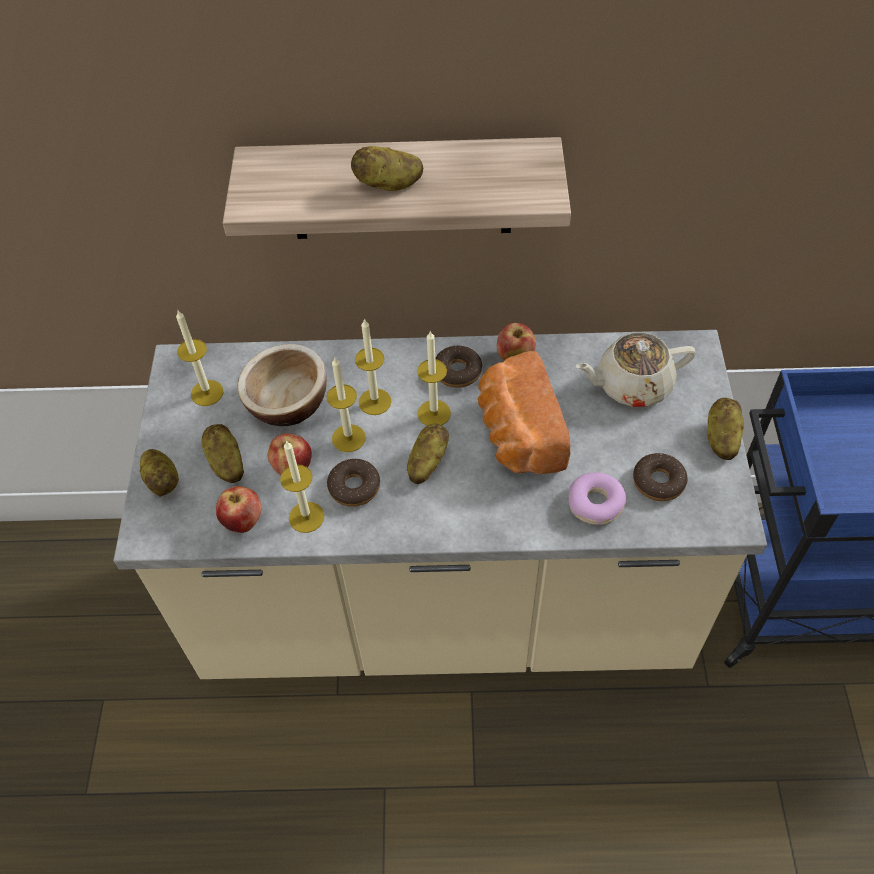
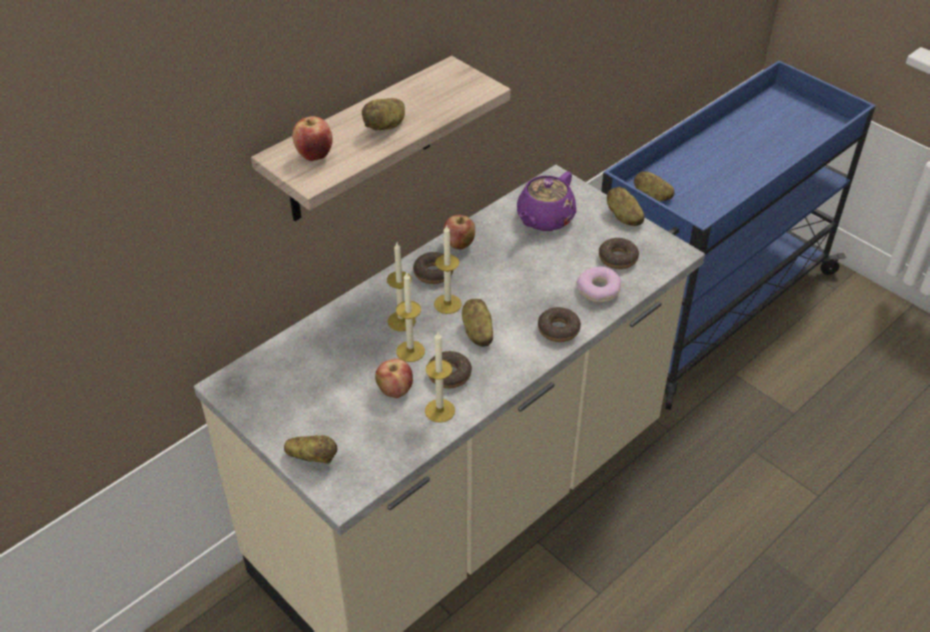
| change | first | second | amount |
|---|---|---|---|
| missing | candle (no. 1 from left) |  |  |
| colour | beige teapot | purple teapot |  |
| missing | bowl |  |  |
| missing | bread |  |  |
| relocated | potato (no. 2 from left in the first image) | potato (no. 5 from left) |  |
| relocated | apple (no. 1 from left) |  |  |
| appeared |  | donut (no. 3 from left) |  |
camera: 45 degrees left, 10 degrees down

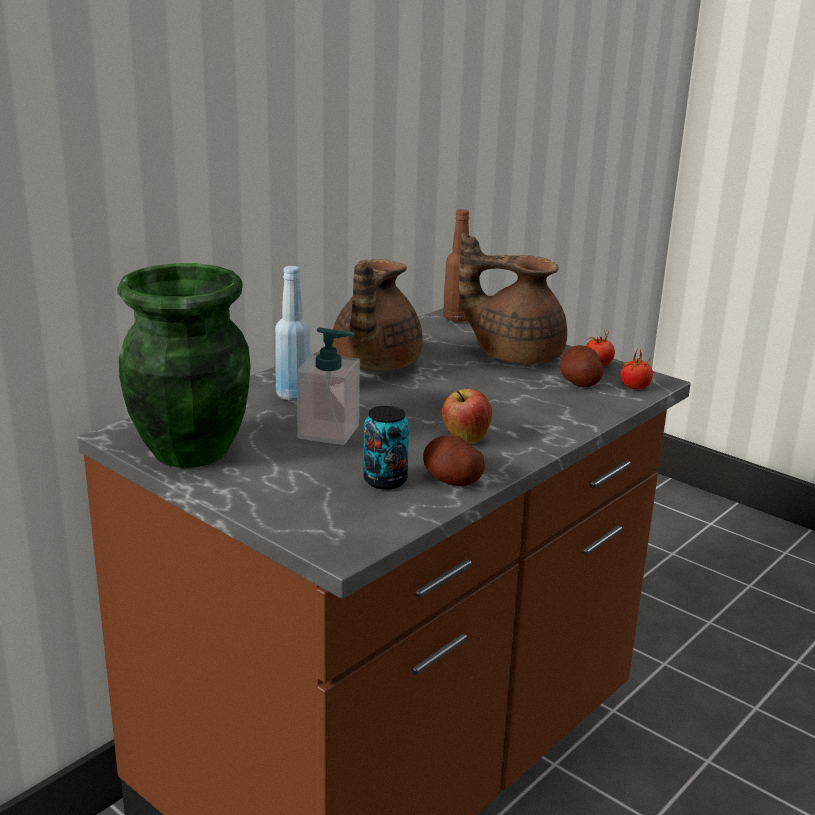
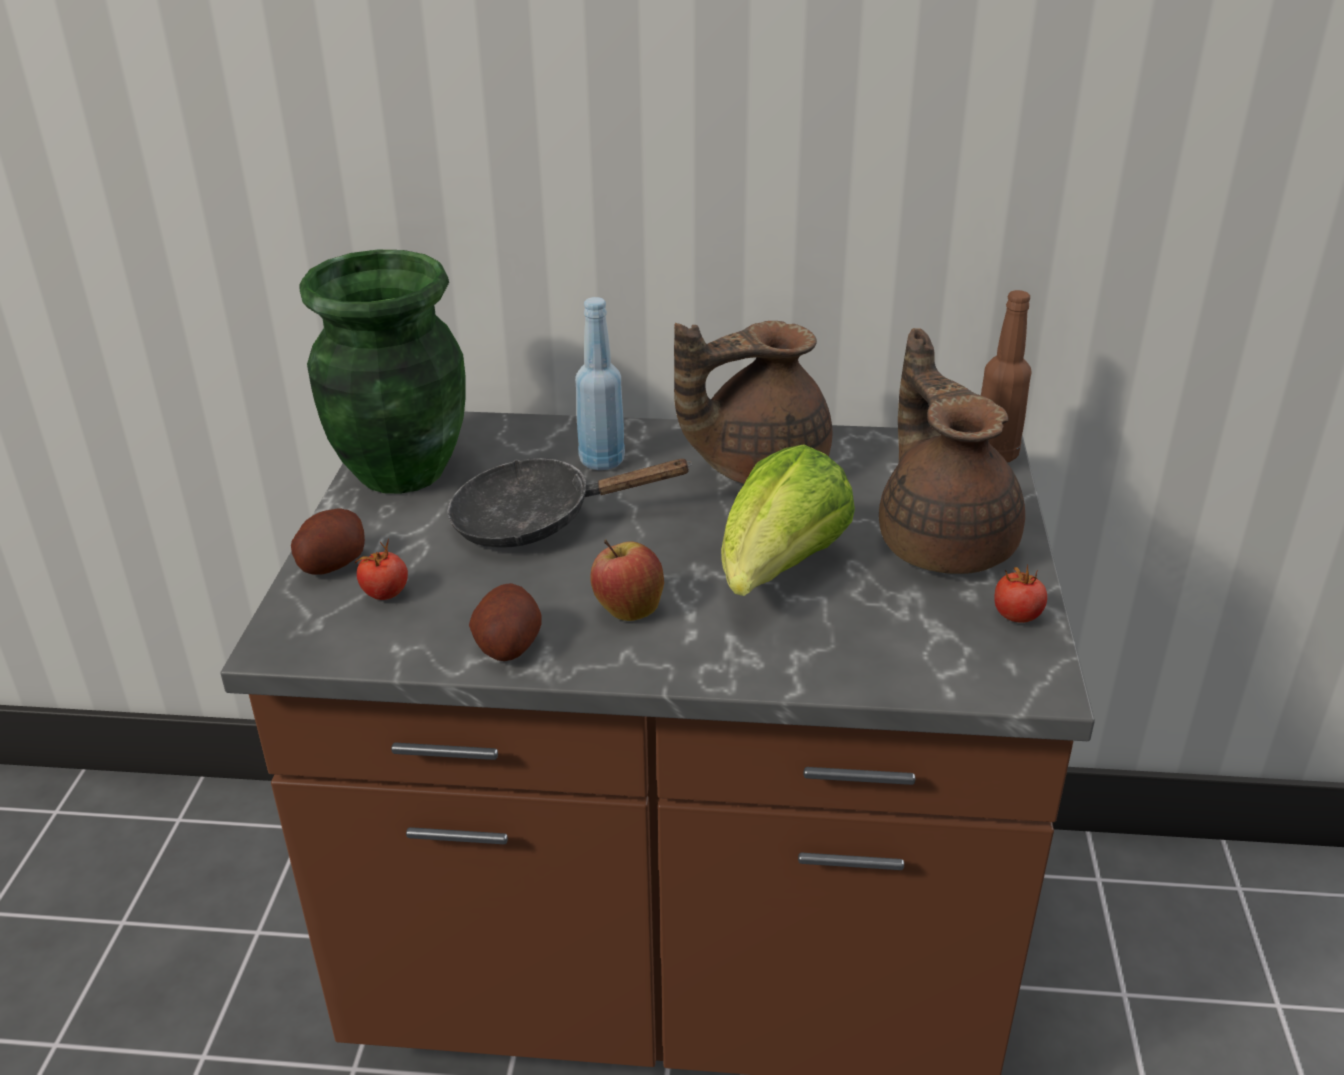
| change | first | second | amount |
|---|---|---|---|
| exchanged | soap dispenser | black frying pan |  |
| relocated | potato (no. 2 from left in the first image) | potato (no. 1 from left) |  |
| relocated | tomato (no. 2 from left in the first image) | tomato (no. 1 from left) |  |
| missing | can |  |  |
| appeared |  | lettuce |  |
camera: 55 degrees right, 10 degrees up

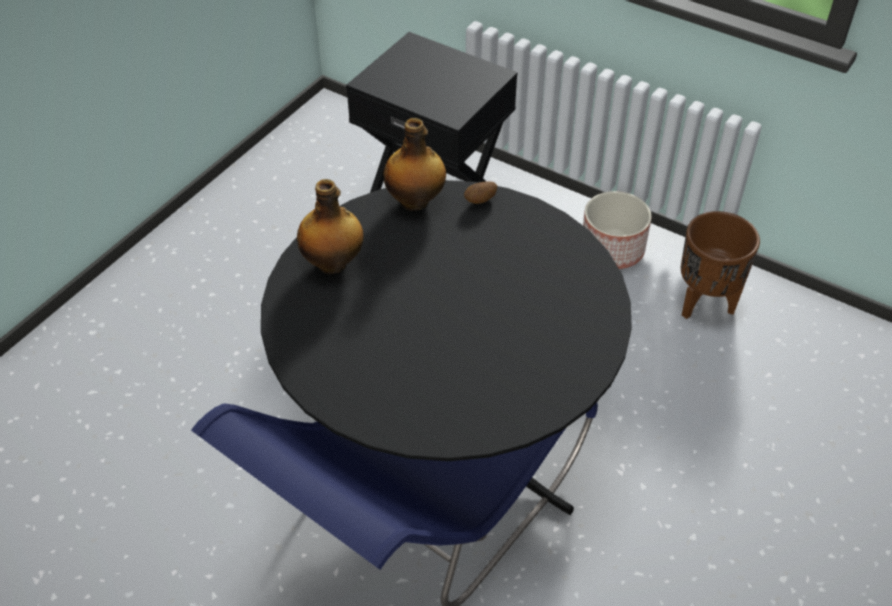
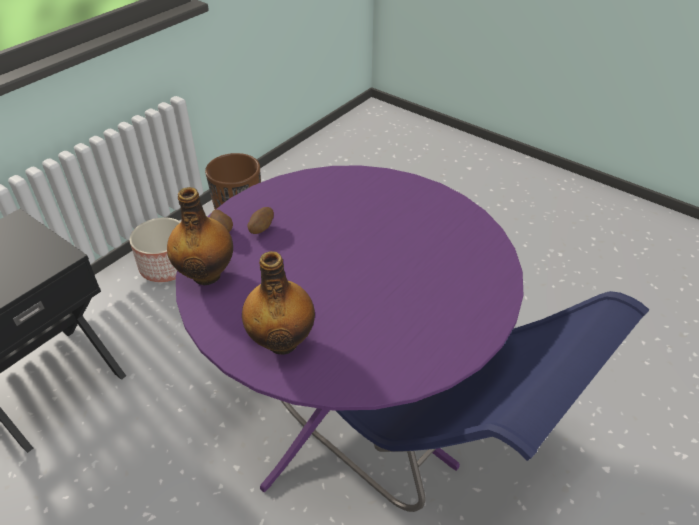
| change | first | second | amount |
|---|---|---|---|
| colour | black dining table | purple dining table |  |
| appeared |  | potato (no. 2 from left) |  |
camera: 85 degrees left, 5 degrees down

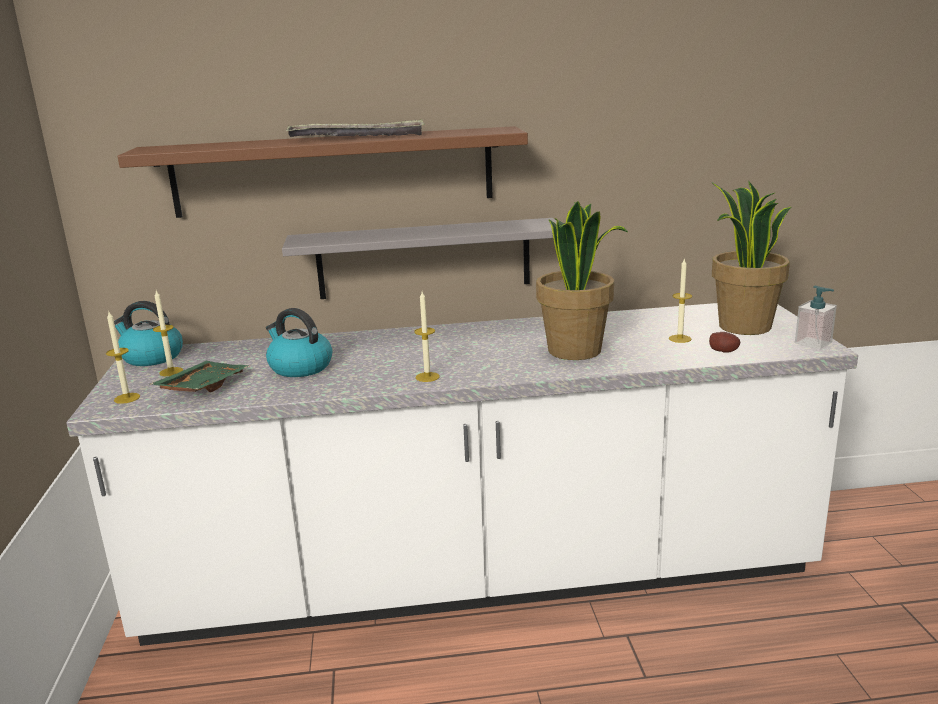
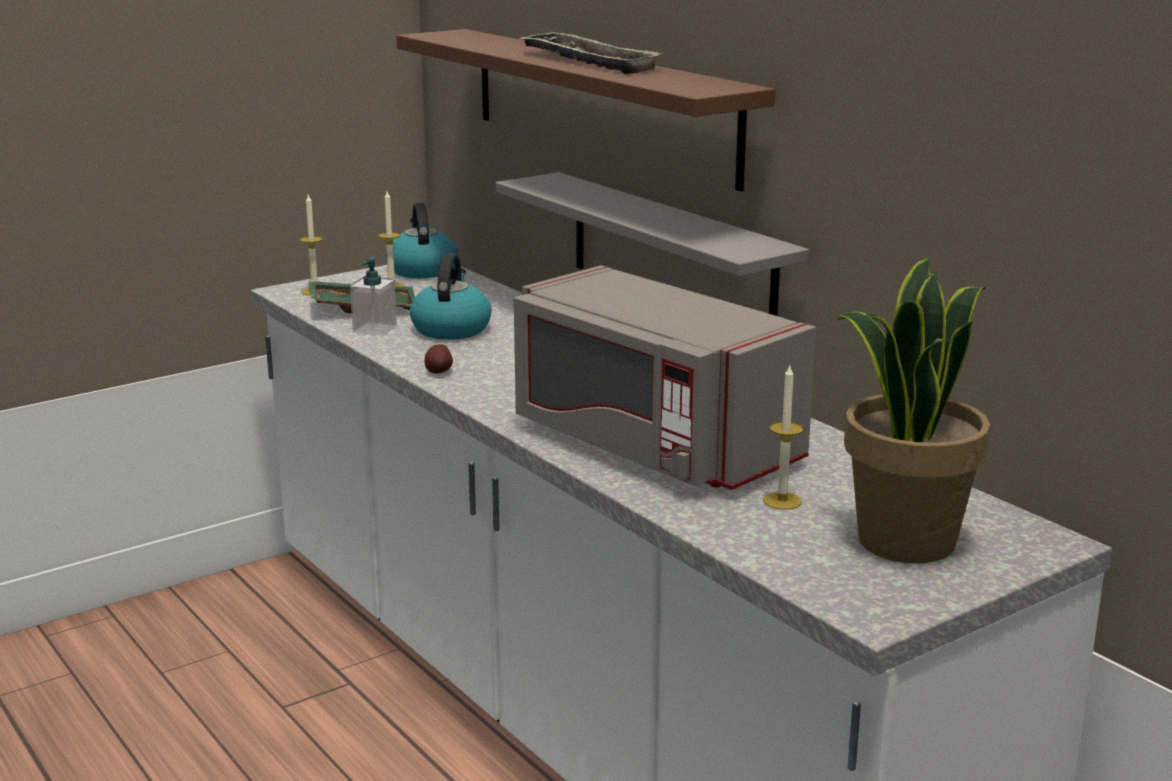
| change | first | second | amount |
|---|---|---|---|
| exchanged | potted plant (no. 1 from left) | grey microwave |  |
| relocated | soap dispenser |  |  |
| missing | candle (no. 3 from left) |  |  |
| relocated | potato |  |  |
camera: 60 degrees right, 0 degrees up

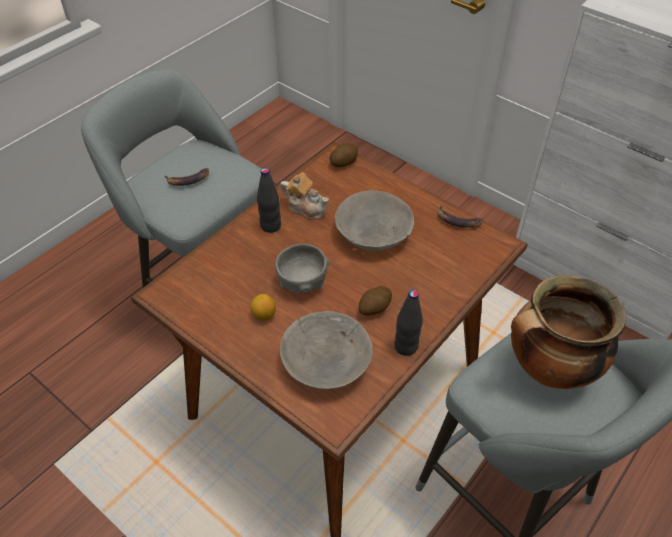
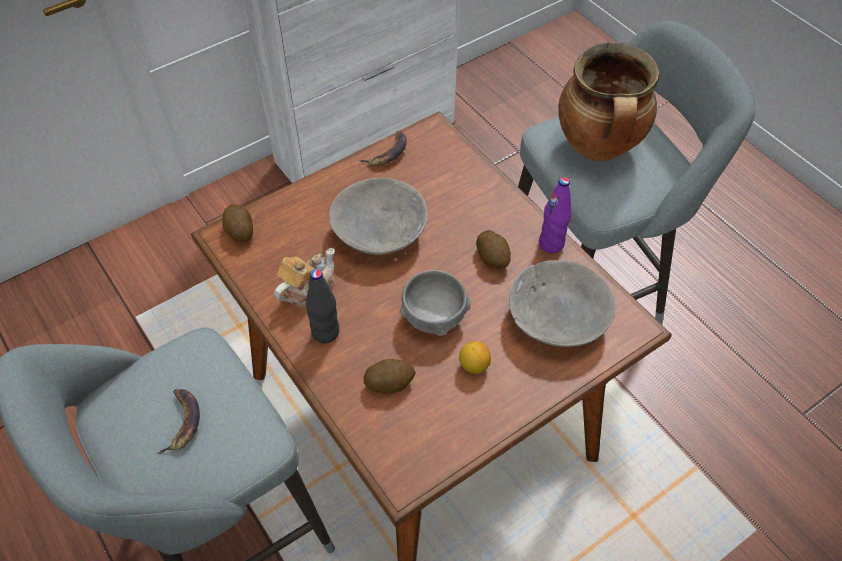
| change | first | second | amount |
|---|---|---|---|
| colour | black bottle (no. 2 from left) | purple bottle |  |
| appeared |  | potato (no. 2 from left) |  |
camera: 75 degrees left, 5 degrees up

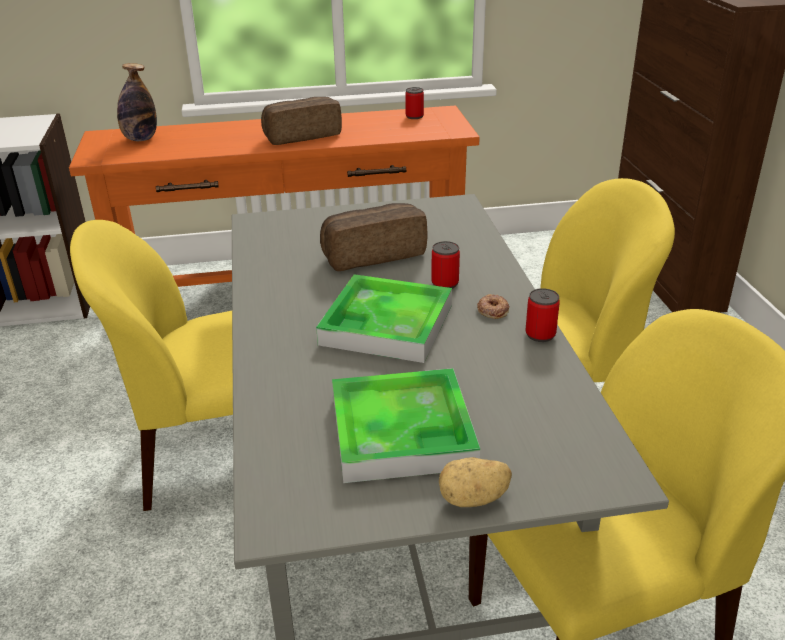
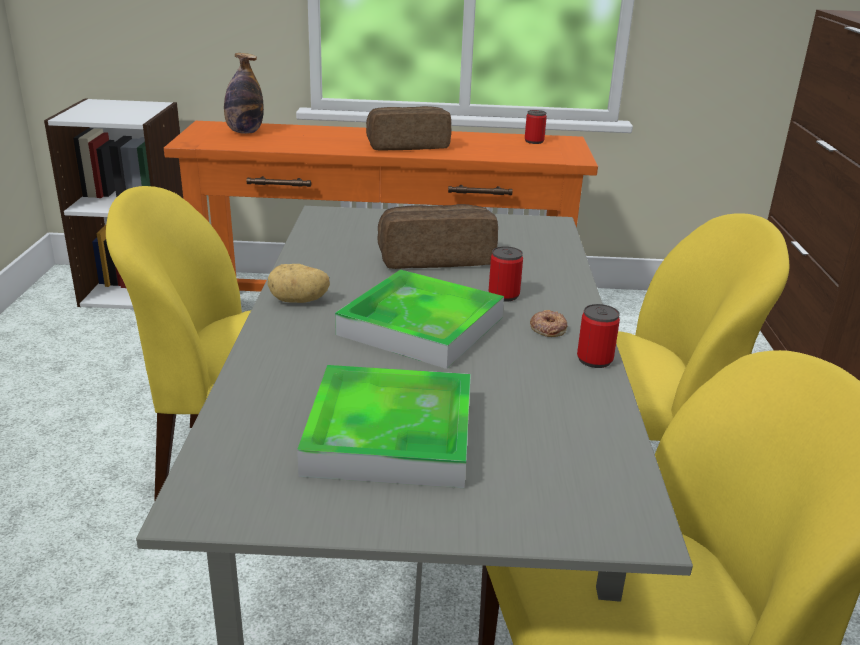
| change | first | second | amount |
|---|---|---|---|
| relocated | potato |  |  |
camera: 10 degrees right, 5 degrees down

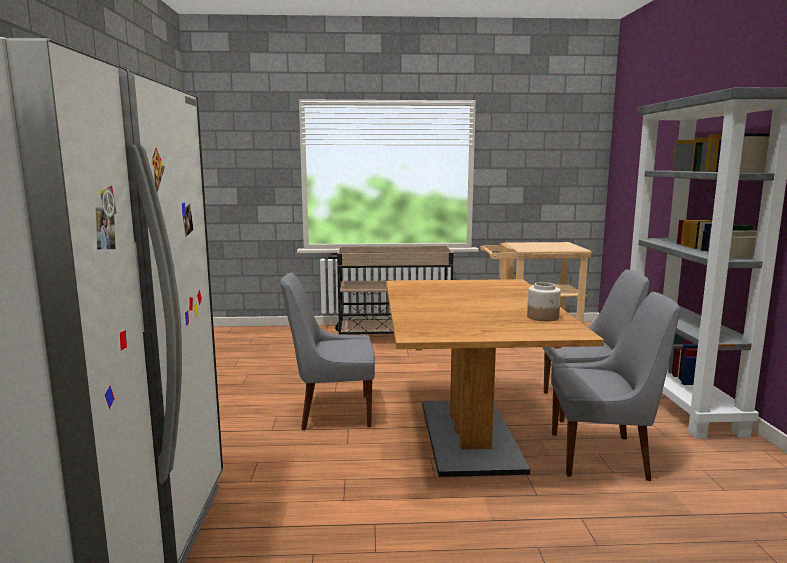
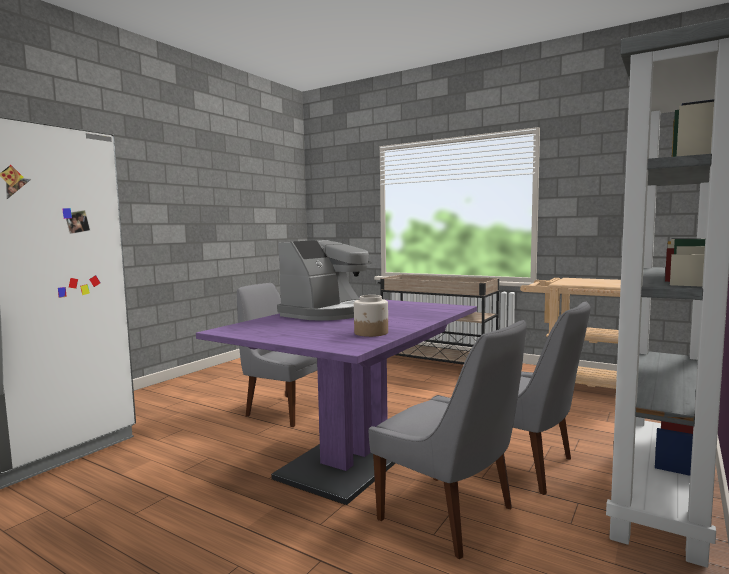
| change | first | second | amount |
|---|---|---|---|
| colour | brown dining table | purple dining table |  |
| appeared |  | coffee machine |  |
camera: 35 degrees right, 5 degrees down

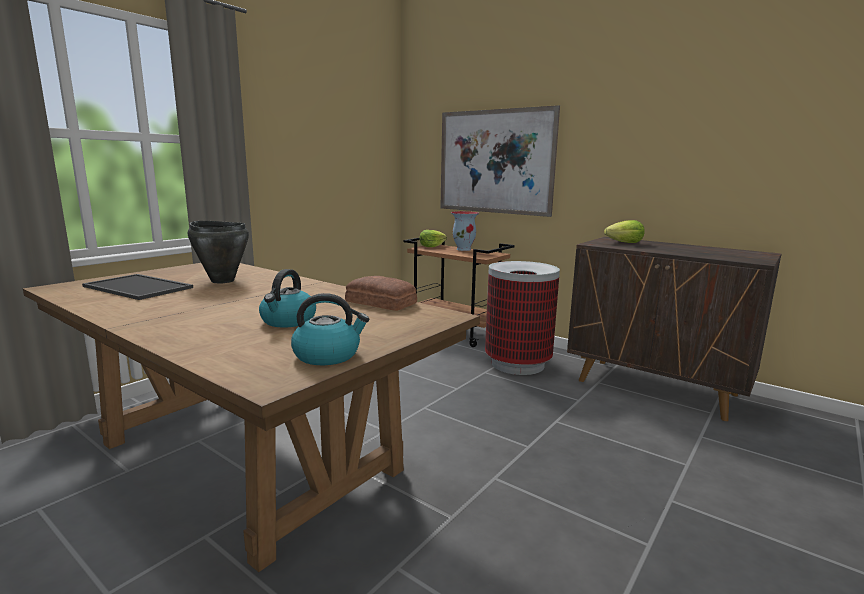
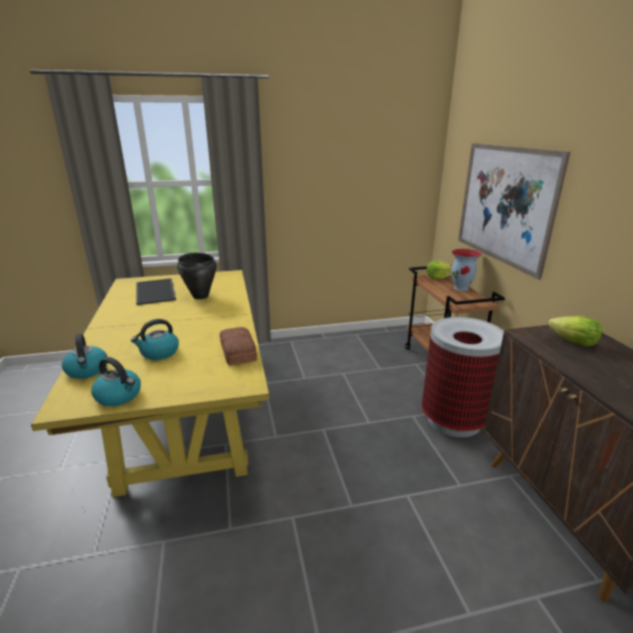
| change | first | second | amount |
|---|---|---|---|
| colour | brown dining table | yellow dining table |  |
| appeared |  | kettle (no. 1 from left) |  |
camera: 40 degrees right, 10 degrees up

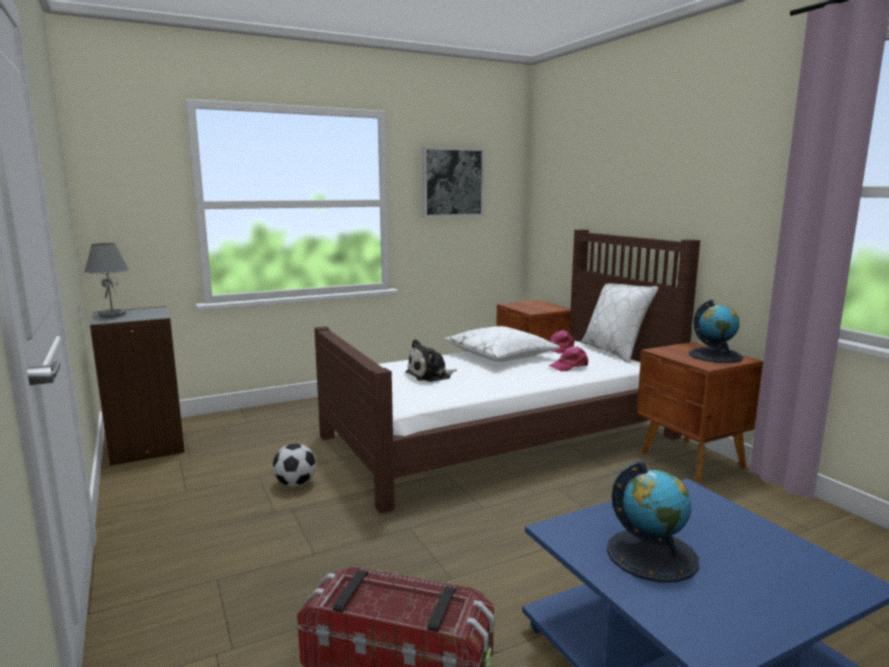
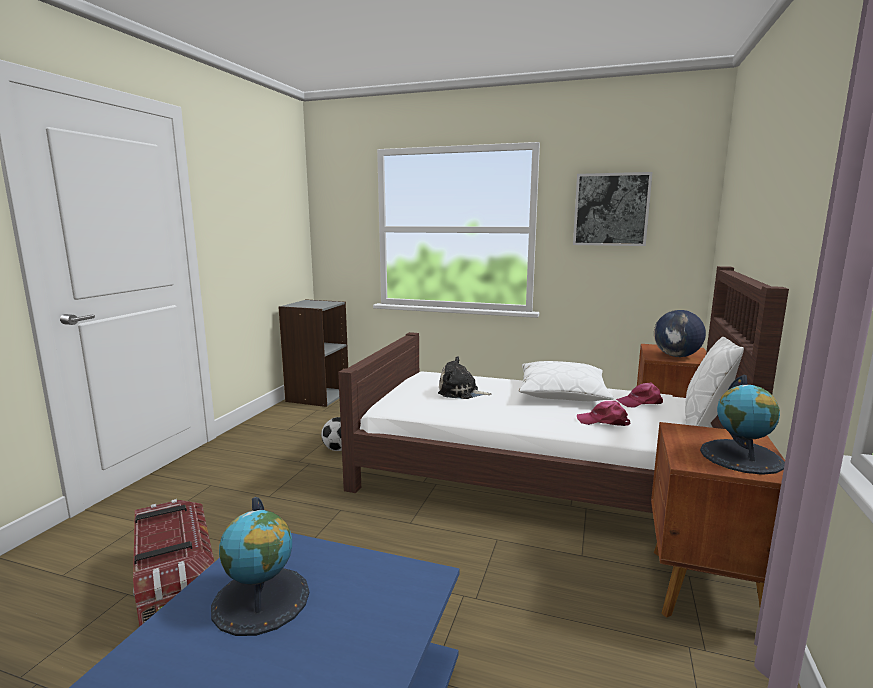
| change | first | second | amount |
|---|---|---|---|
| missing | grey table lamp |  |  |
| appeared |  | globe (no. 2 from left) |  |
camera: 45 degrees right, 0 degrees up

